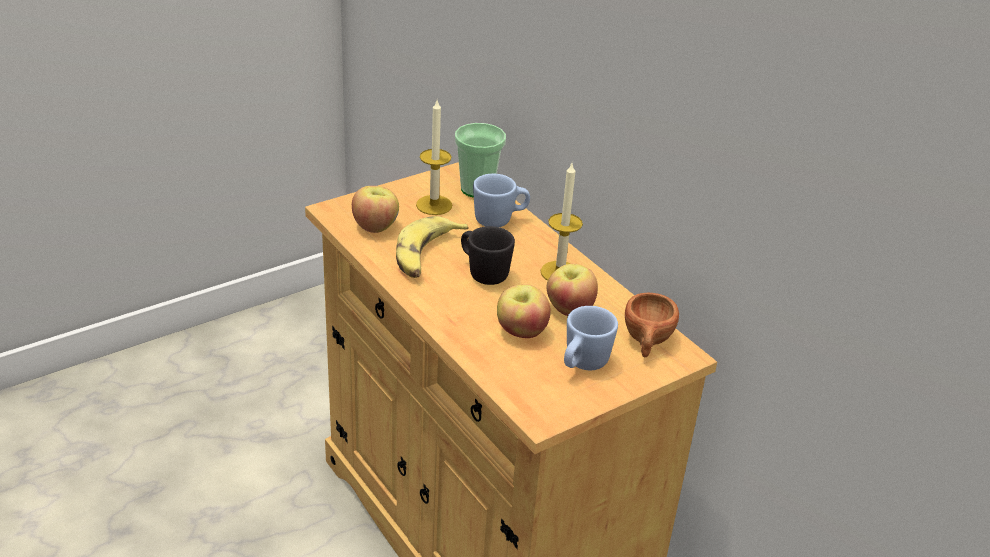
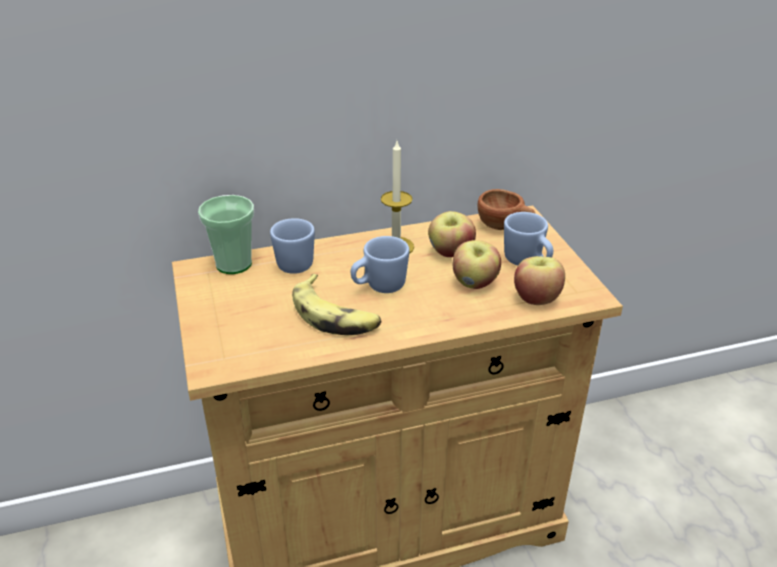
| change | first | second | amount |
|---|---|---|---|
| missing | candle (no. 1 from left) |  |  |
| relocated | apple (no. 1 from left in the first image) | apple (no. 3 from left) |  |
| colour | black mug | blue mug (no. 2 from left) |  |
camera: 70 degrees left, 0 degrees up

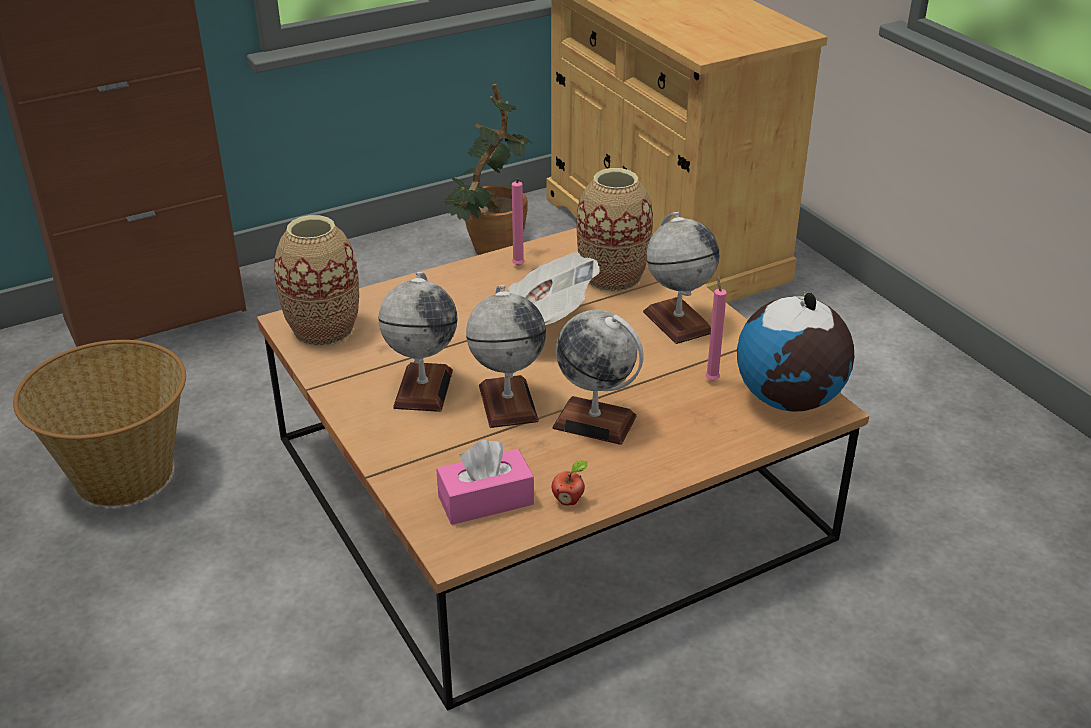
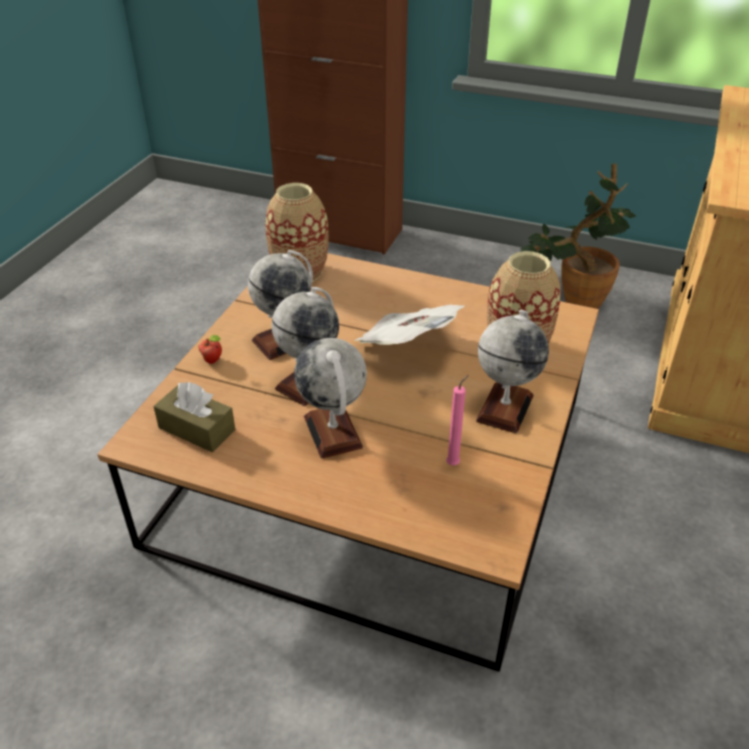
| change | first | second | amount |
|---|---|---|---|
| missing | pink candle (no. 1 from left) |  |  |
| missing | globe (no. 5 from left) |  |  |
| missing | basket |  |  |
| colour | pink tissue box | brown tissue box |  |
| relocated | apple |  |  |
camera: 50 degrees right, 5 degrees up

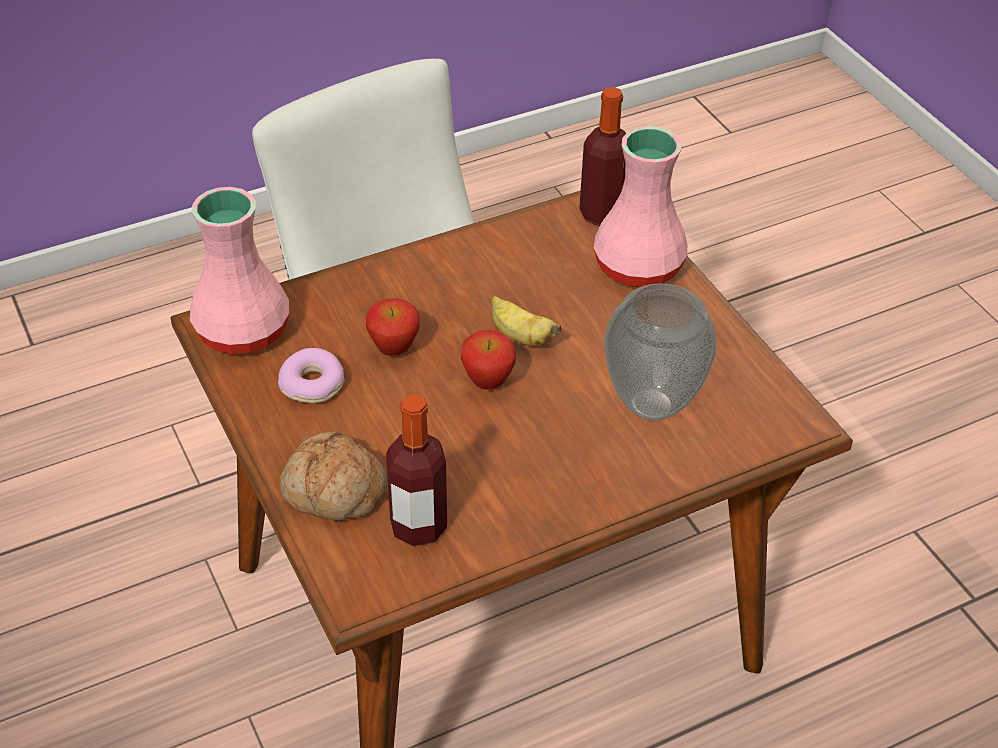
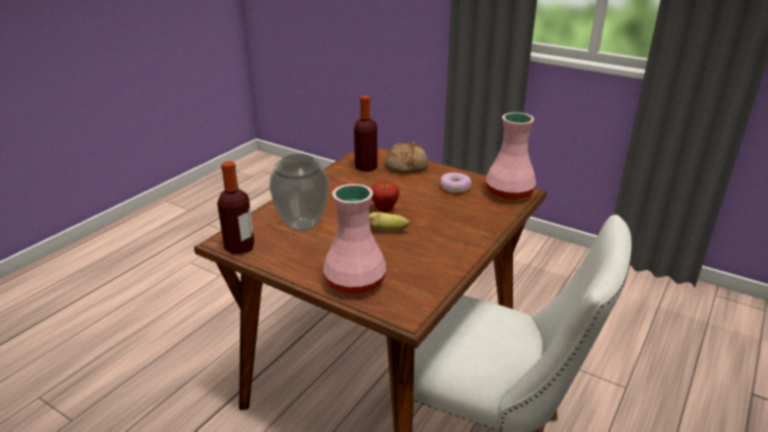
| change | first | second | amount |
|---|---|---|---|
| relocated | bottle (no. 2 from left in the first image) | bottle (no. 1 from left) |  |
| missing | apple (no. 1 from left) |  |  |
camera: 150 degrees right, 15 degrees down

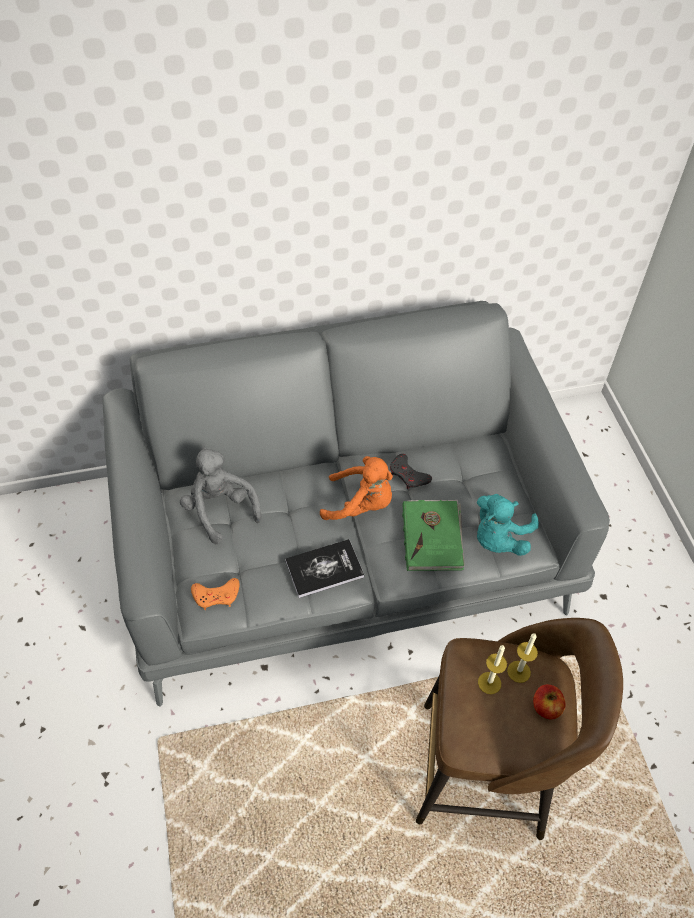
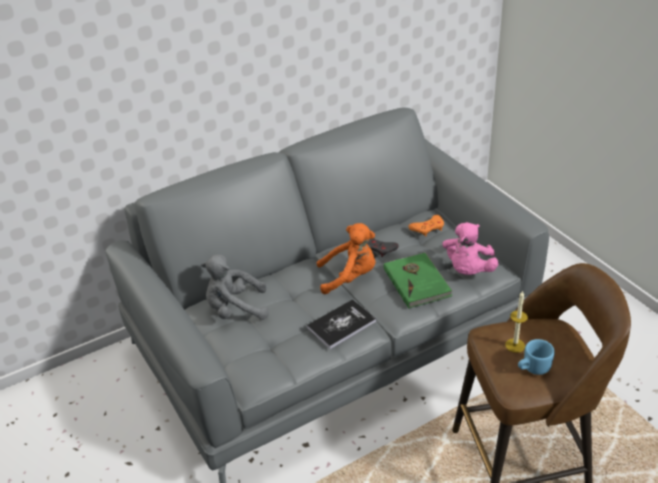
| change | first | second | amount |
|---|---|---|---|
| spun | grey plush toy |  | 45 degrees counterclockwise |
| colour | turquoise plush toy | pink plush toy |  |
| relocated | orange game controller |  |  |
| missing | candle (no. 2 from left) |  |  |
| missing | apple |  |  |
| appeared |  | blue mug |  |
camera: 15 degrees left, 15 degrees down

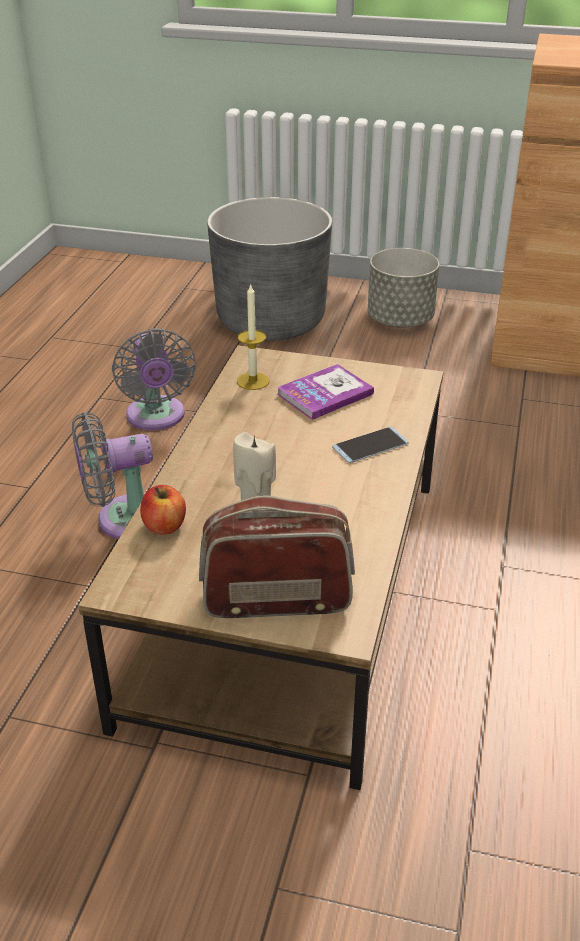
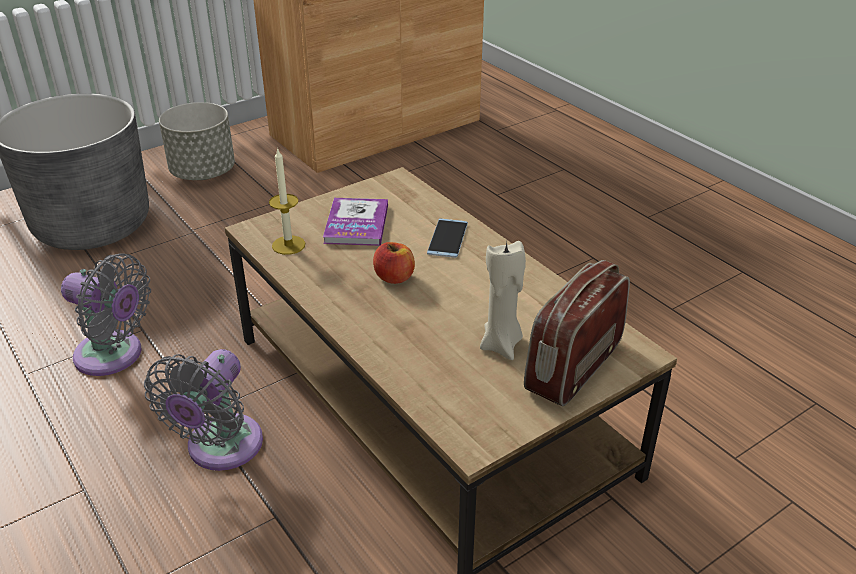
| change | first | second | amount |
|---|---|---|---|
| relocated | apple |  |  |
camera: 50 degrees left, 0 degrees up

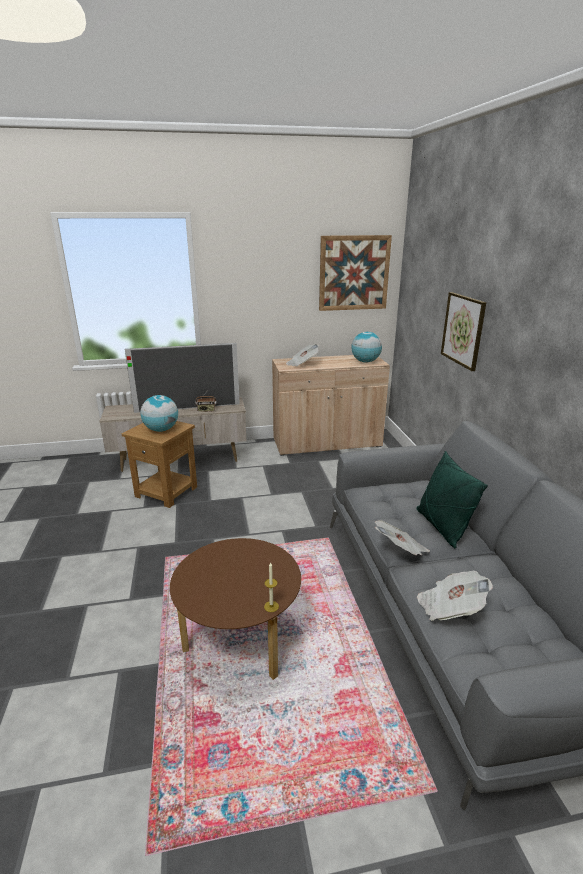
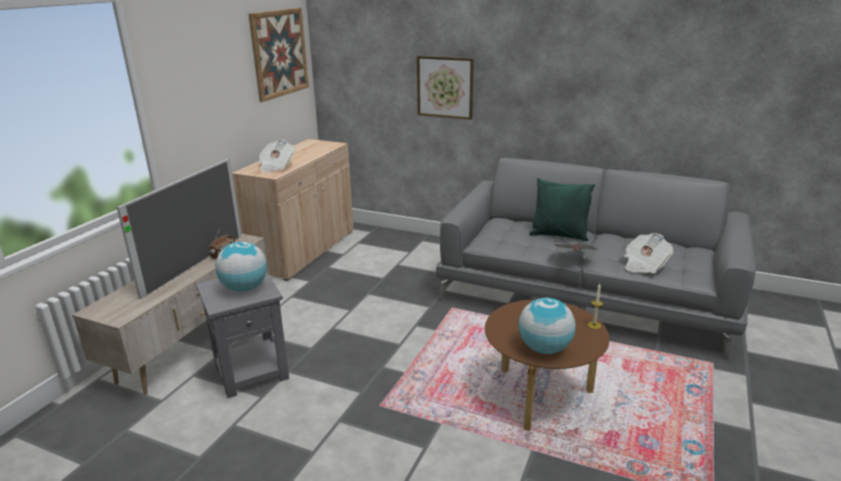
| change | first | second | amount |
|---|---|---|---|
| relocated | globe (no. 2 from left) |  |  |
| colour | brown side table | grey side table |  |
camera: 55 degrees left, 0 degrees up

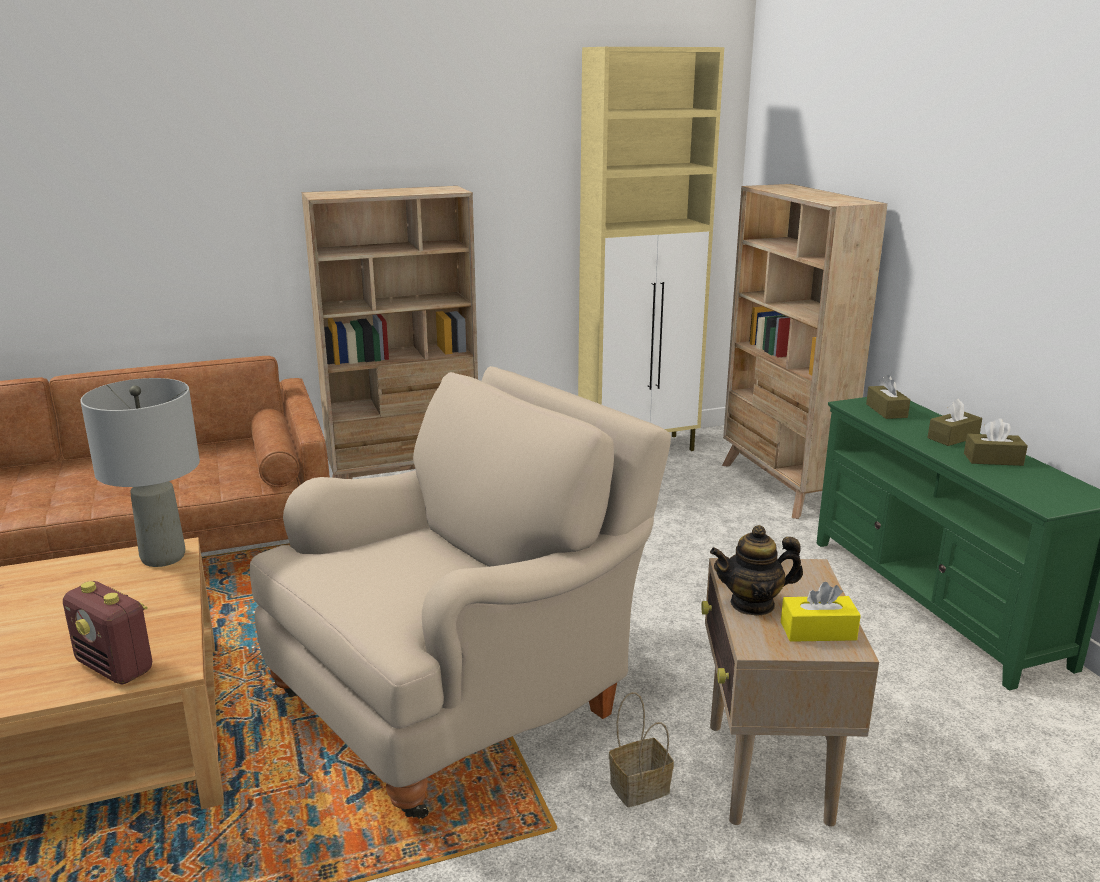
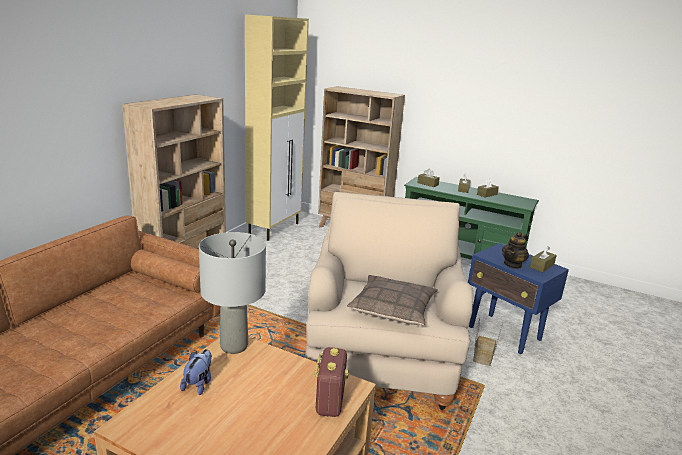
| change | first | second | amount |
|---|---|---|---|
| colour | beige side table | blue side table |  |
| spun | radio |  | 75 degrees counterclockwise |
| colour | yellow tissue box | brown tissue box (no. 4 from left) |  |
| appeared |  | pillow |  |
| appeared |  | plush toy |  |
camera: 45 degrees left, 0 degrees up

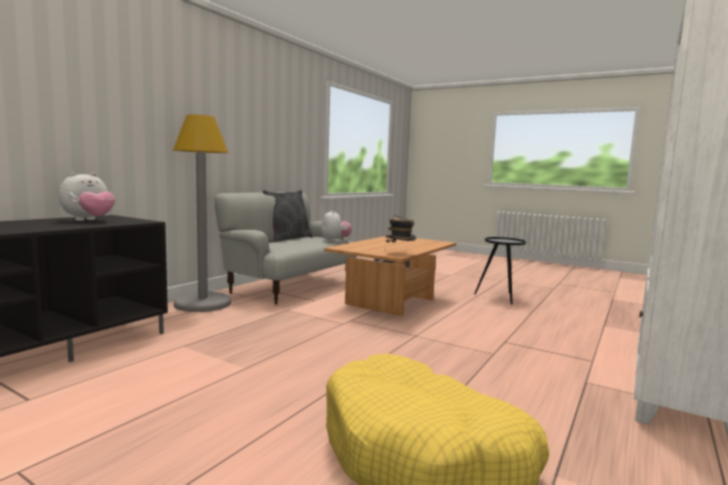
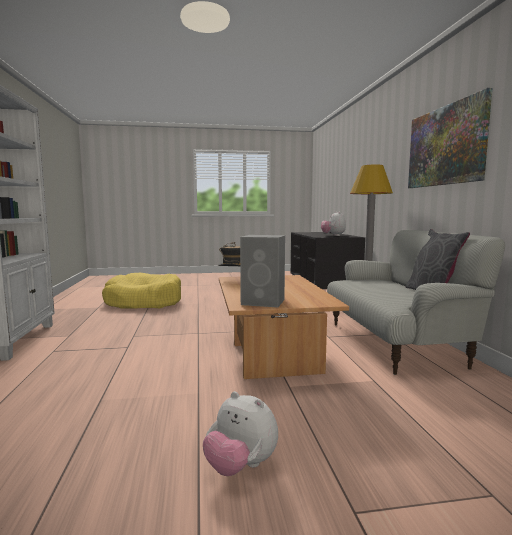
| change | first | second | amount |
|---|---|---|---|
| relocated | plush toy (no. 2 from left in the first image) | plush toy (no. 1 from left) |  |
| missing | black side table |  |  |
| appeared |  | picture |  |
| appeared |  | grey speaker |  |
camera: 140 degrees right, 0 degrees up

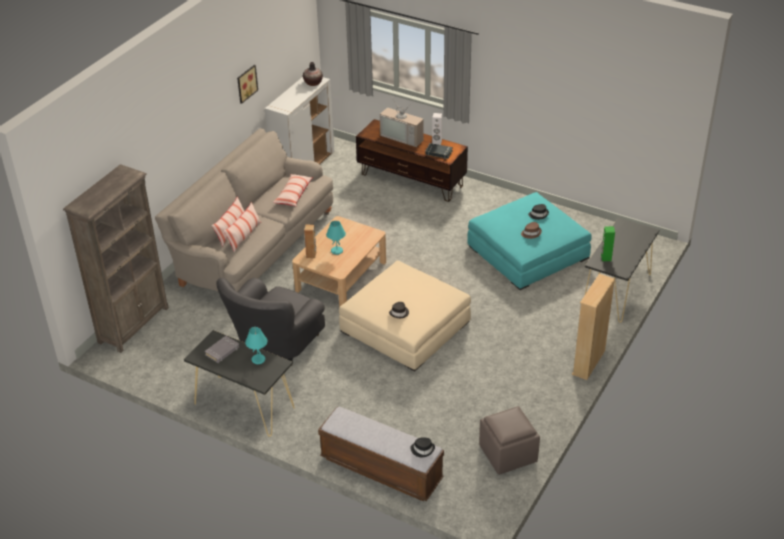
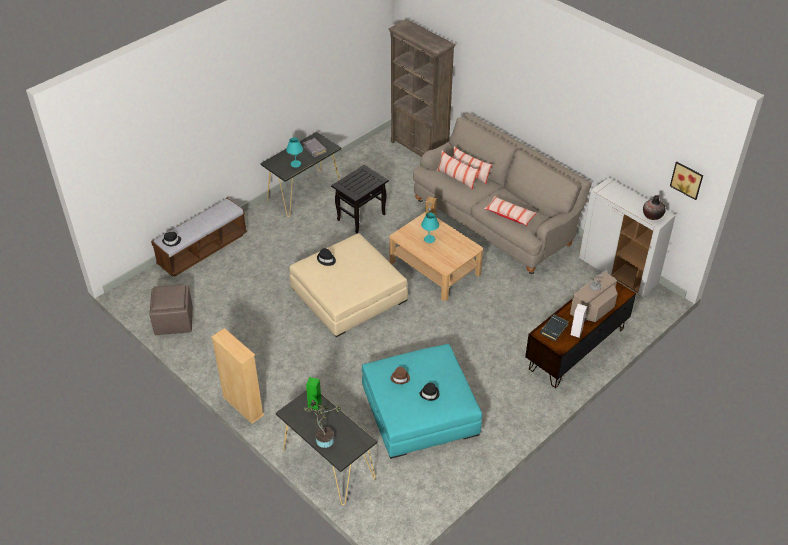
| change | first | second | amount |
|---|---|---|---|
| relocated | picture |  |  |
| exchanged | grey armchair | black side table |  |
| appeared |  | potted plant |  |
camera: 105 degrees right, 5 degrees up

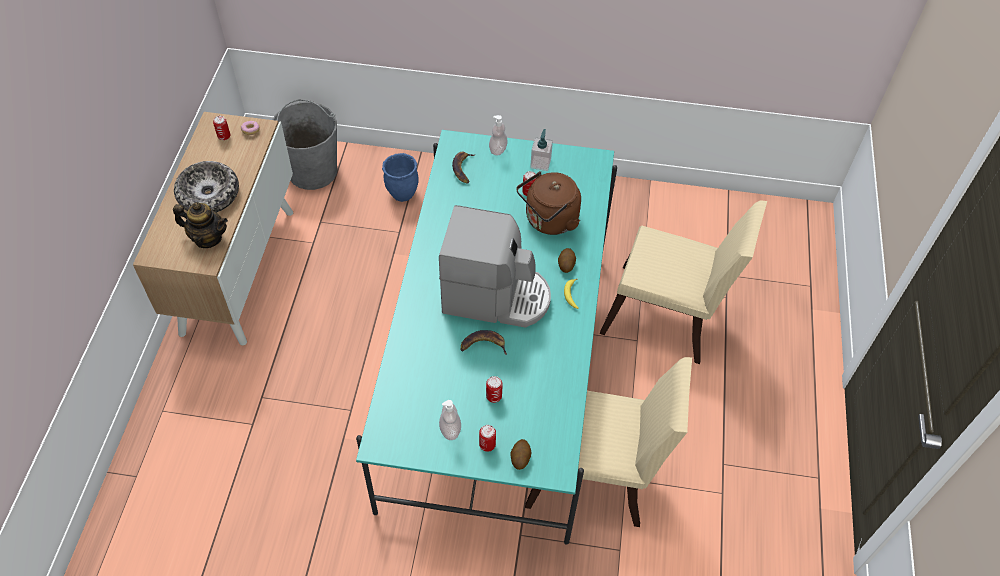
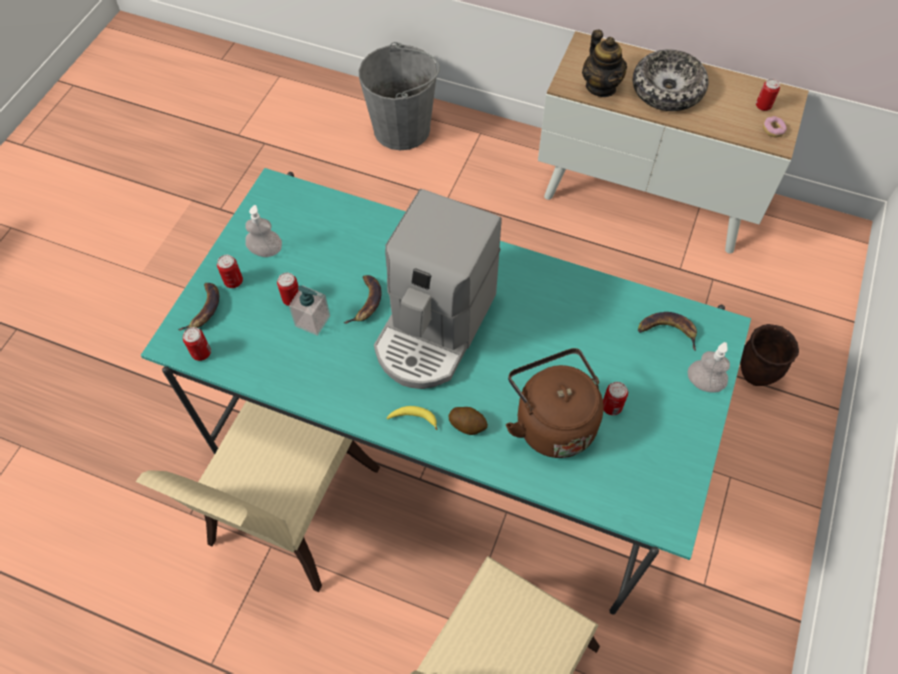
| change | first | second | amount |
|---|---|---|---|
| relocated | grey bucket |  |  |
| relocated | soap dispenser (no. 3 from left in the first image) | soap dispenser (no. 2 from left) |  |
| colour | blue planter | brown planter |  |
| spun | teapot |  | 45 degrees counterclockwise |
| exchanged | potato (no. 1 from left) | banana (no. 1 from left) |  |
| appeared |  | can (no. 1 from left) |  |
camera: 105 degrees right, 5 degrees up

